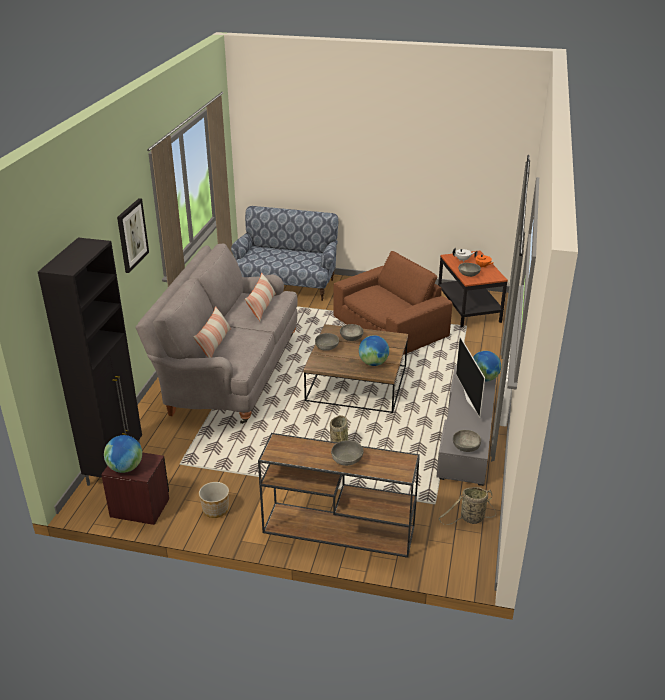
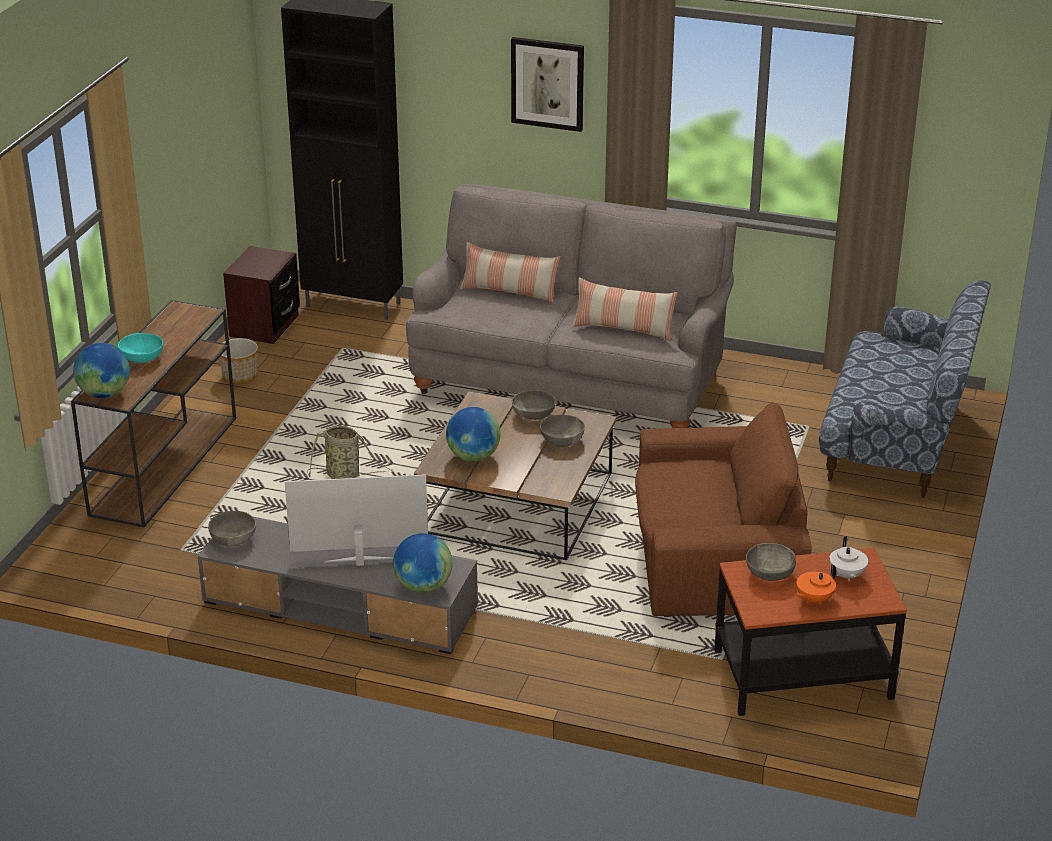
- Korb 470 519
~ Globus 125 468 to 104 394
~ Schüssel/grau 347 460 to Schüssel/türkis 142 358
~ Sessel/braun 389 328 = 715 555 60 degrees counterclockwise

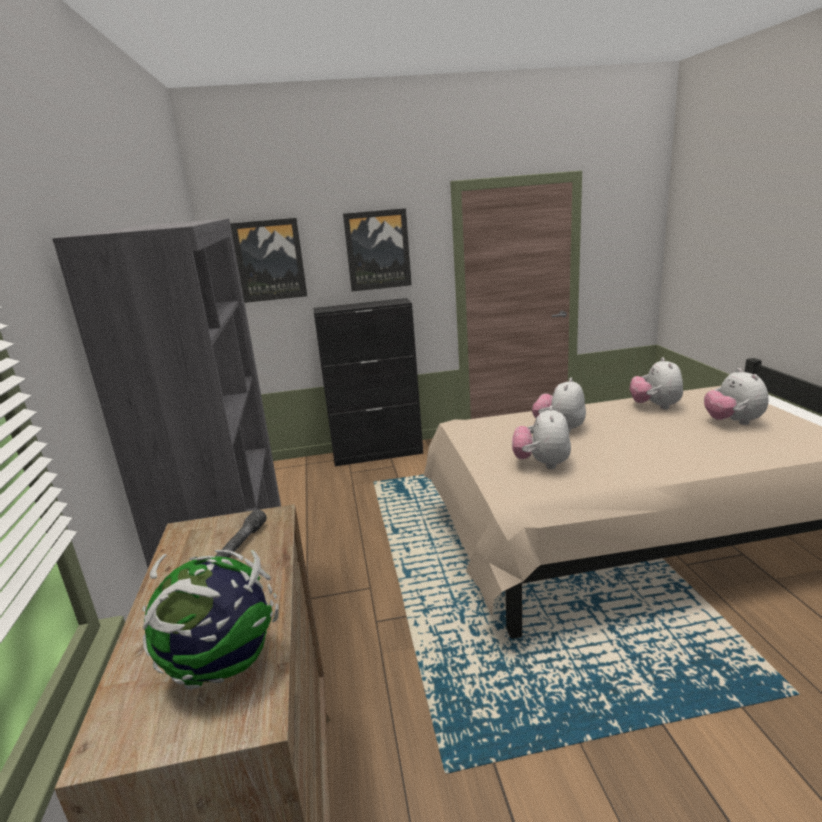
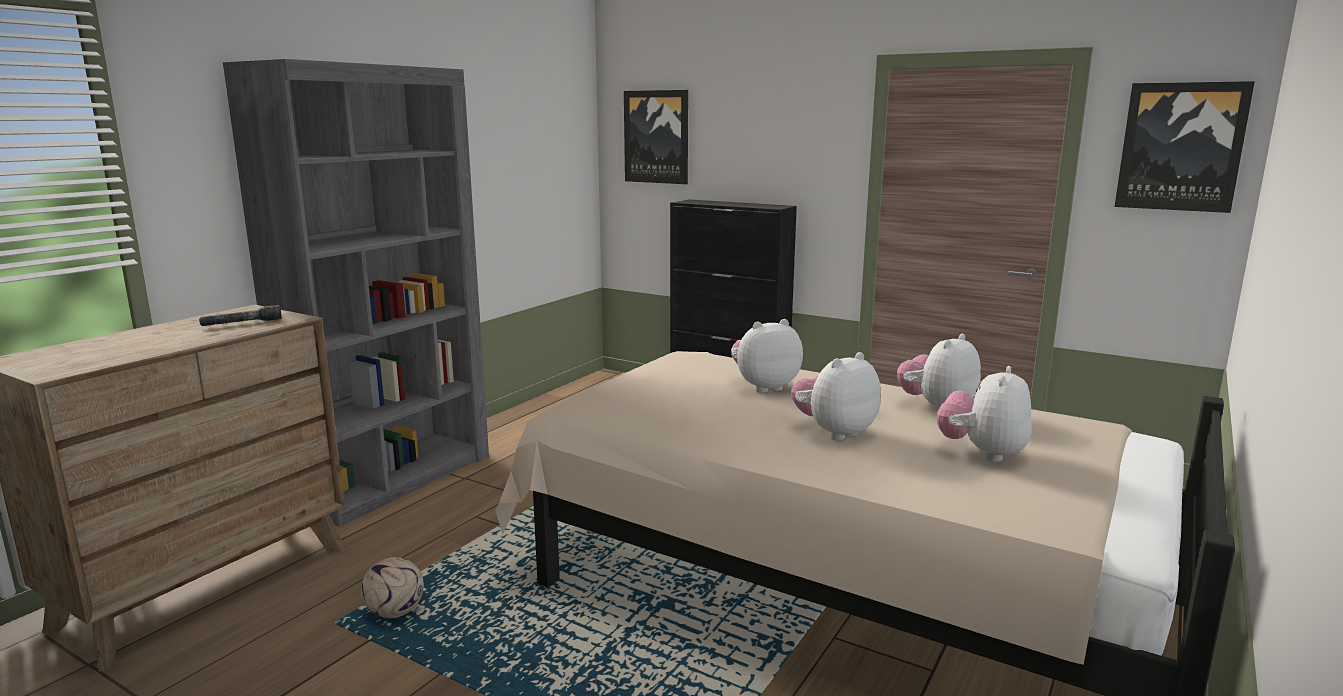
- Globus 223 666
+ Fußball 395 612
~ Bild 377 250 to 1181 147
~ Plüschtier 542 464 to 834 432

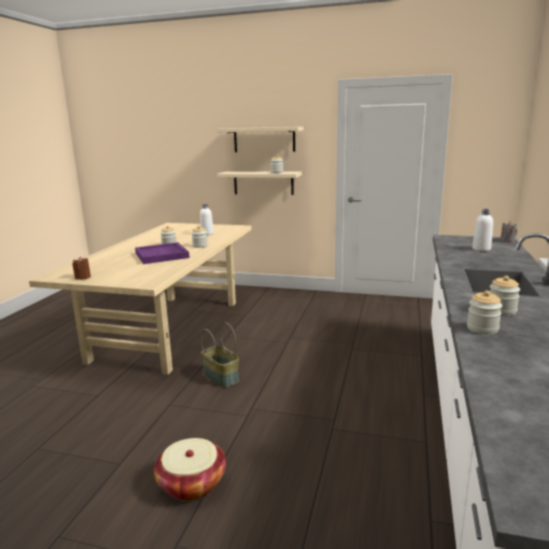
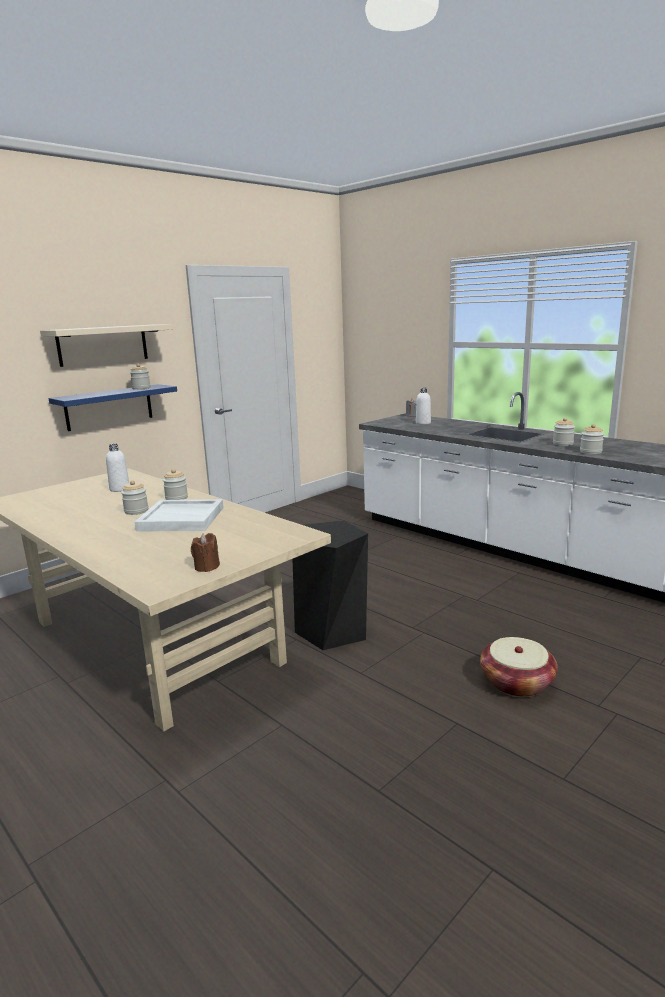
~ Korb 221 377 to Hocker/schwarz 332 630
~ Tablett/lila 162 255 to Tablett/weiß 182 518
~ Wandregal/beige 263 183 to Wandregal/blau 109 407

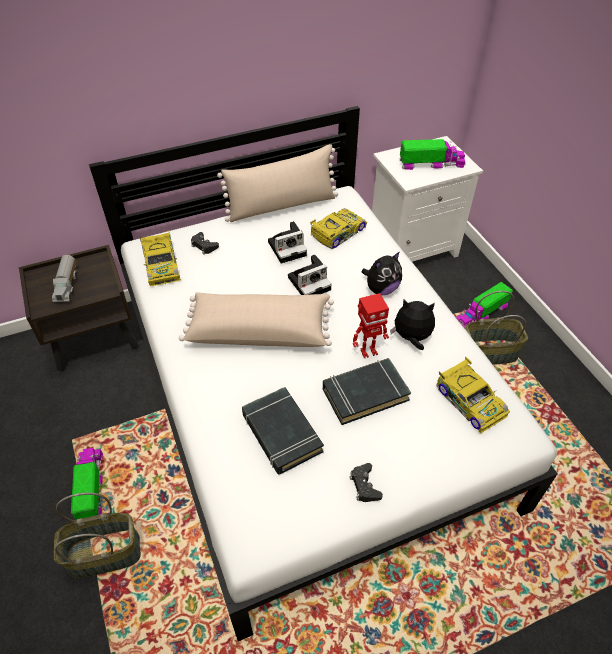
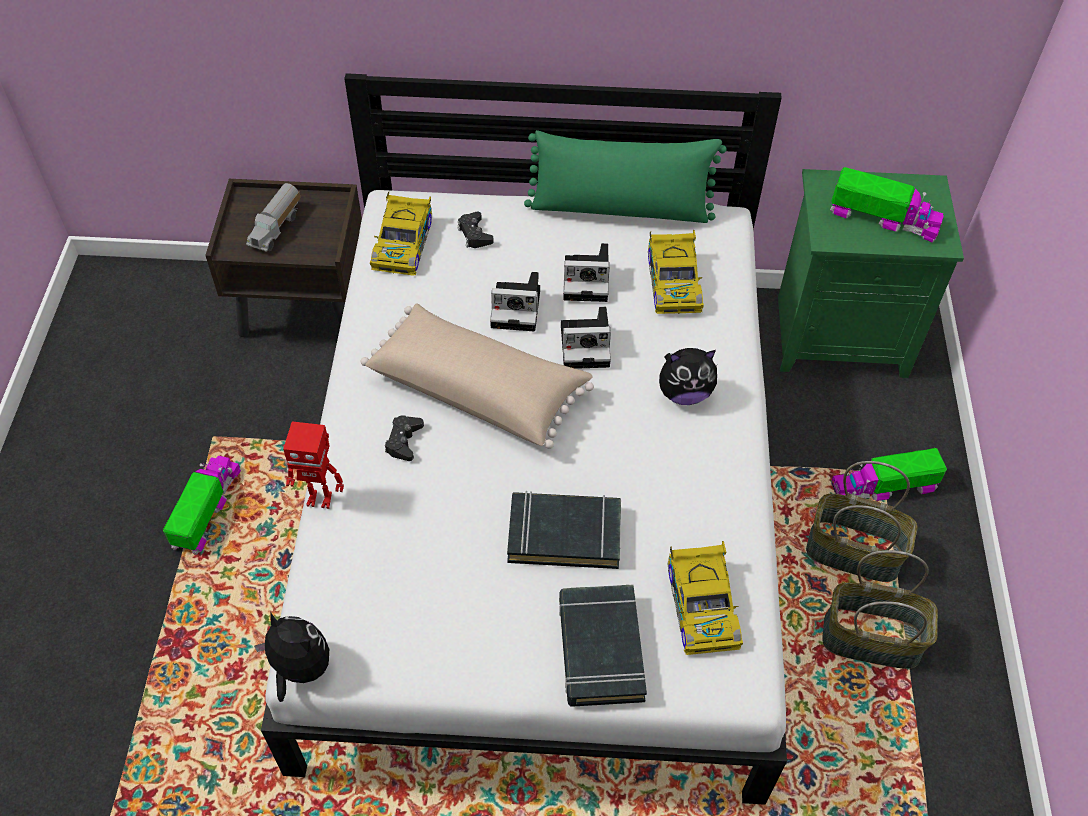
+ Kamera 518 308
~ Korb 105 553 to 872 638
~ Buch/schwarz 281 433 to 600 649
~ Gamepad/schwarz 364 485 to 404 441
~ Spielzeugroboter 368 351 to 320 498
~ Plüschtier 411 338 to 299 668
~ Kissen/beige 282 206 to Kissen/grün 620 208
~ Nachttisch/weiß 412 247 to Nachttisch/grün 842 335
~ Spielzeugauto 337 232 = 674 281 105 degrees clockwise

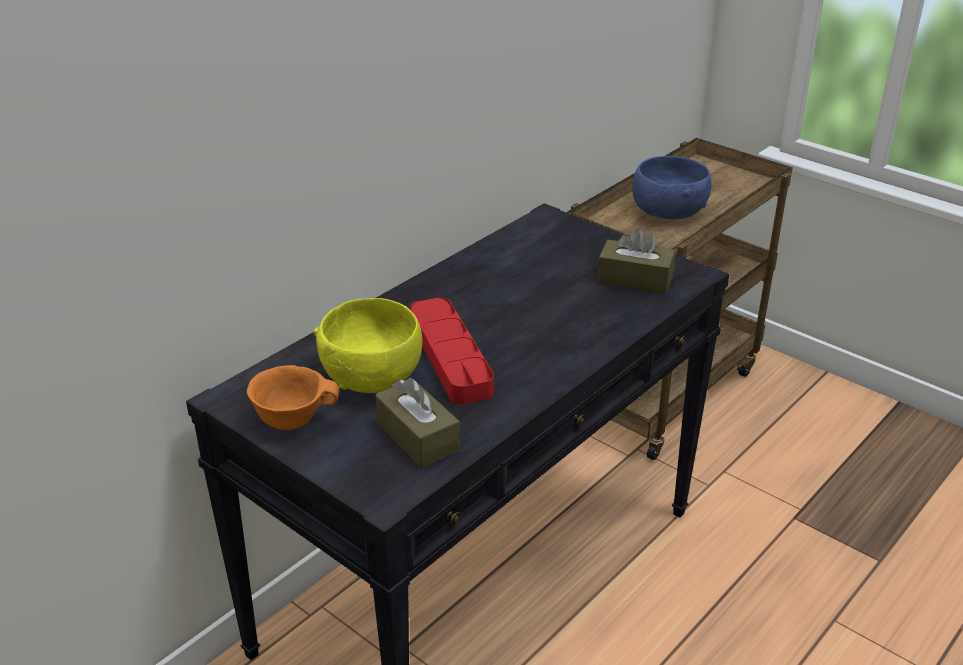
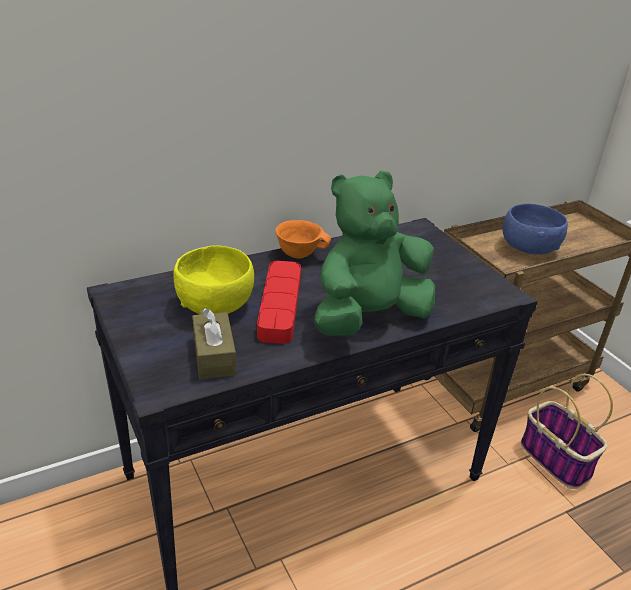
- Taschentuchbox/braun 635 279
+ Plüschtier/grün 368 318
+ Korb 557 459
~ Schüssel/orange 292 420 to 299 254

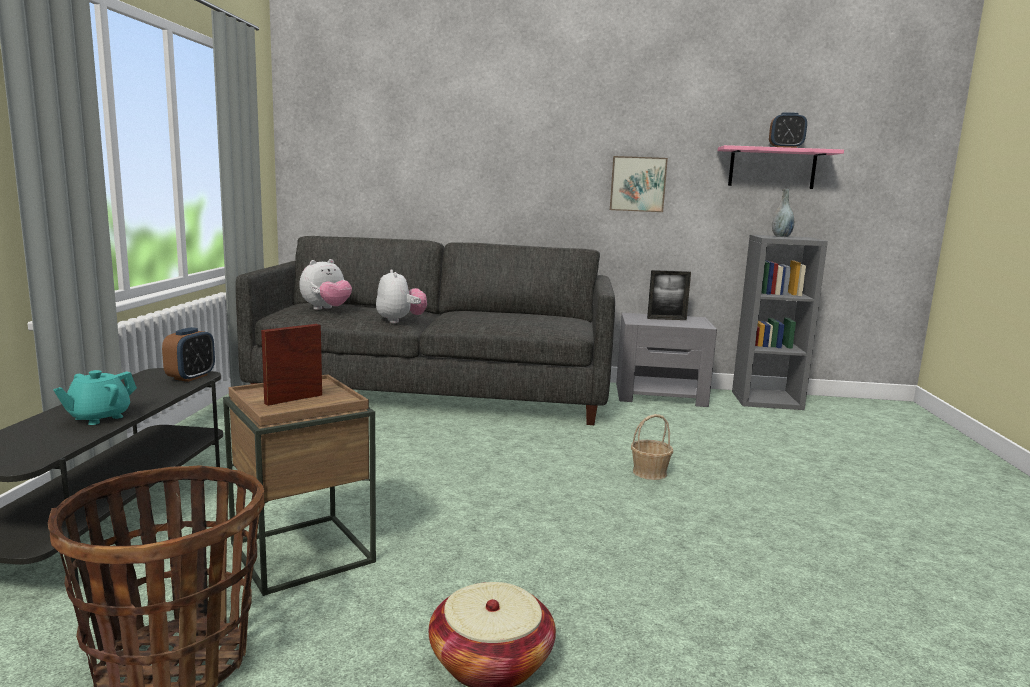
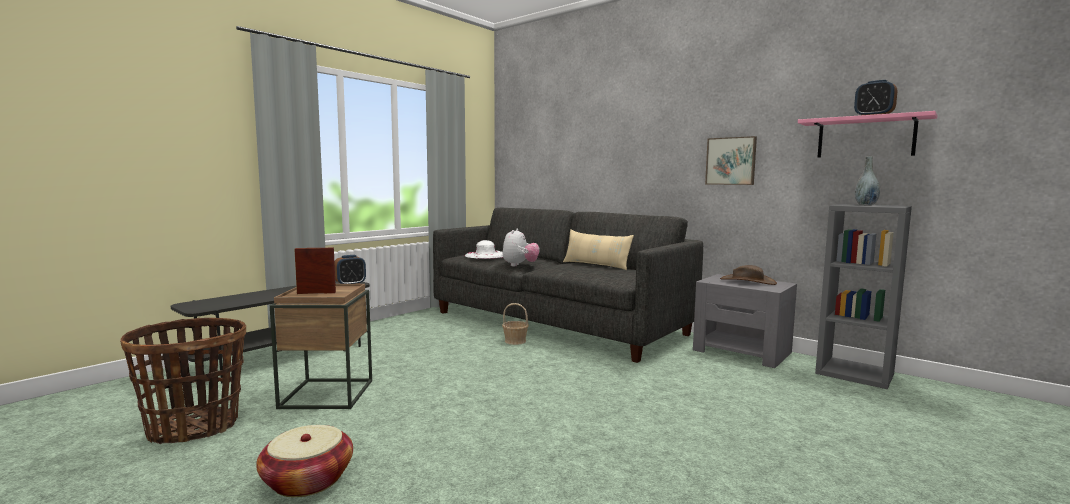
- Teekanne/türkis 98 417
+ Kissen/beige 596 265
~ Korb 650 473 to 515 341
~ Plüschtier 326 309 to Hut/weiß 485 255
~ Bilderrahmen 666 319 to Hut/braun 747 281

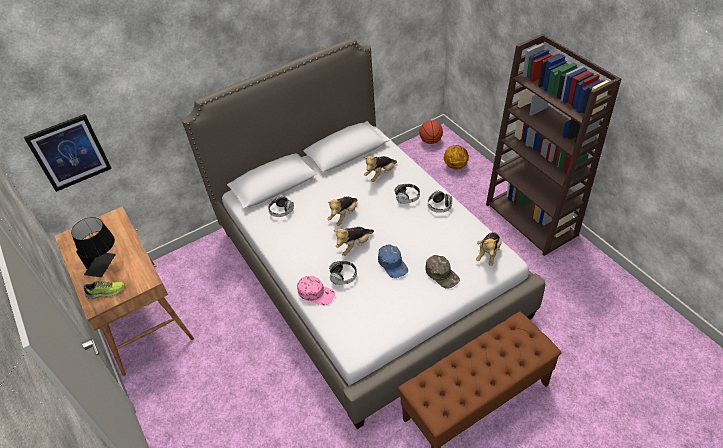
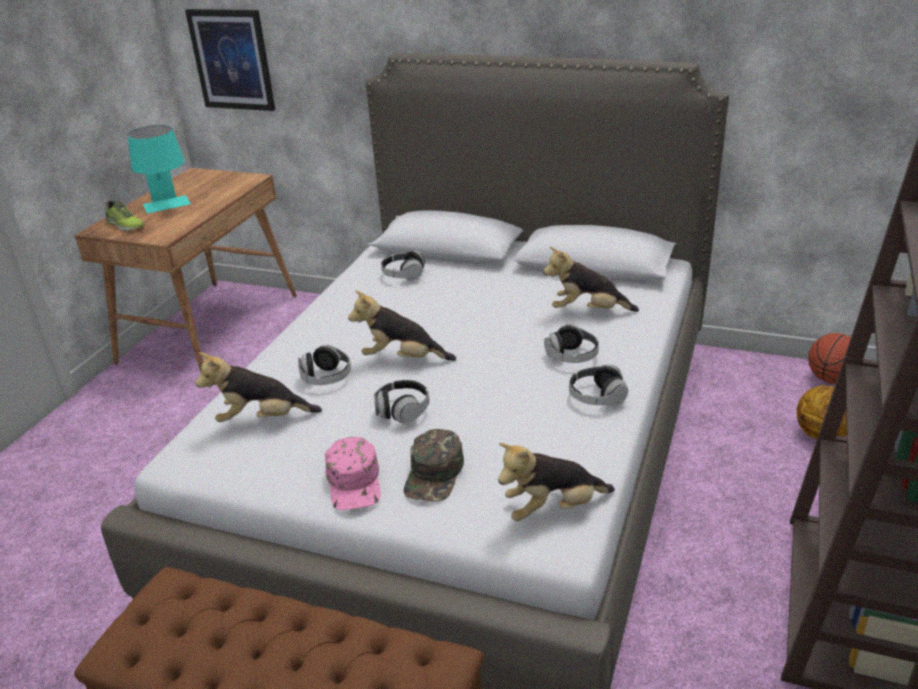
~ Kappe/rosa 316 293 to 355 482
~ Plüschtier 344 216 to 262 419
~ Kappe/blau 393 264 to Kopfhörer 402 411
~ Tischlampe/schwarz 106 265 to Tischlampe/türkis 168 207

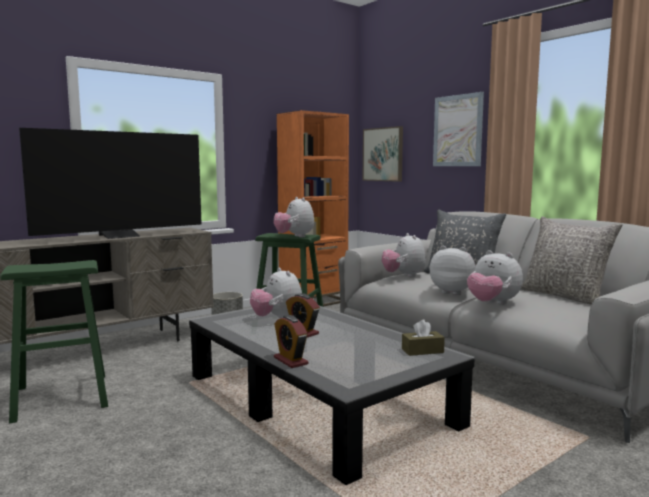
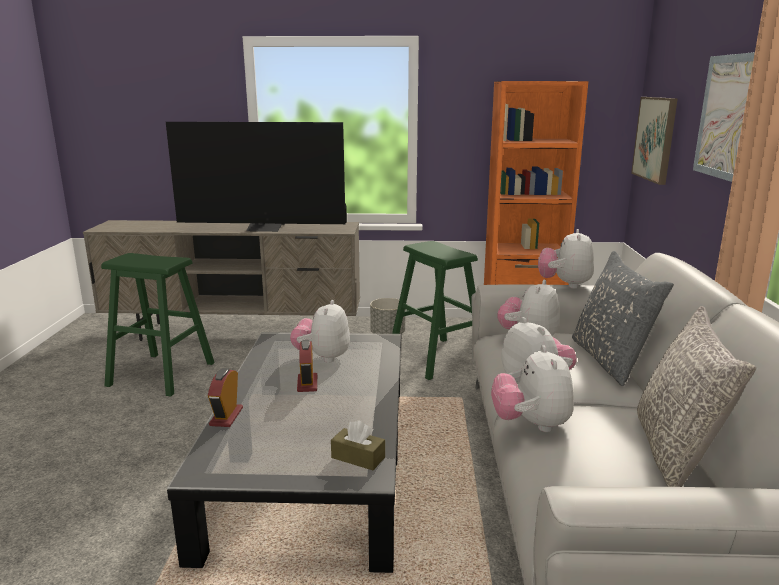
~ Plüschtier 294 236 to 564 284

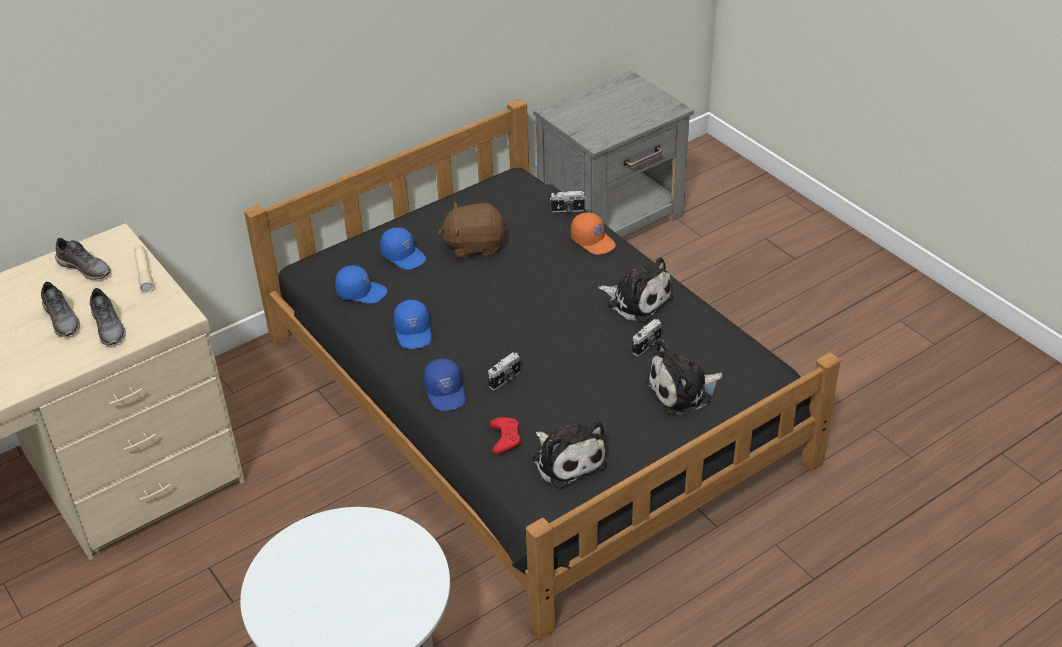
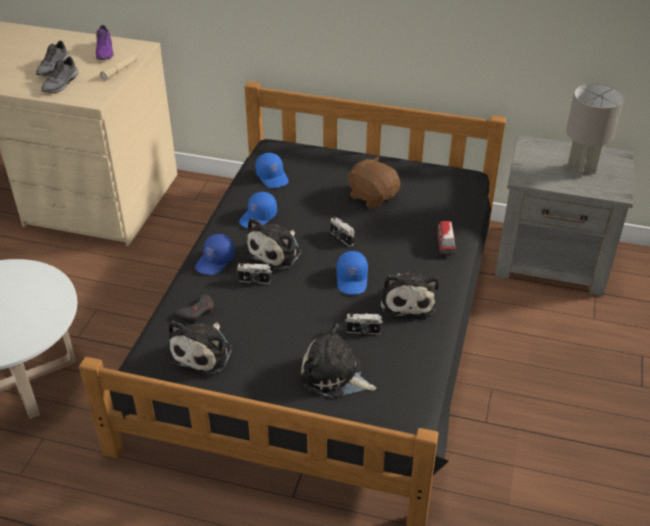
+ Plüschtier 276 252
+ Tischlampe/grau 581 169
~ Kappe/blau 404 256 to 352 279
~ Kamera 567 210 to 341 238
~ Kappe/orange 593 241 to Spielzeugauto 446 245
~ Schuh/grau 85 268 to Schuh/lila 105 51
~ Gamepad/rot 505 438 to Gamepad/grau 197 311

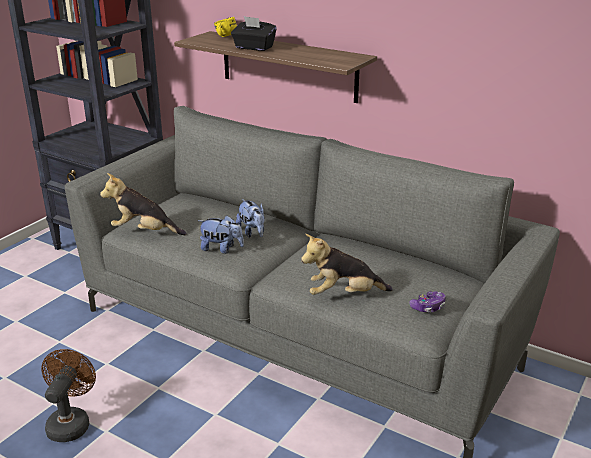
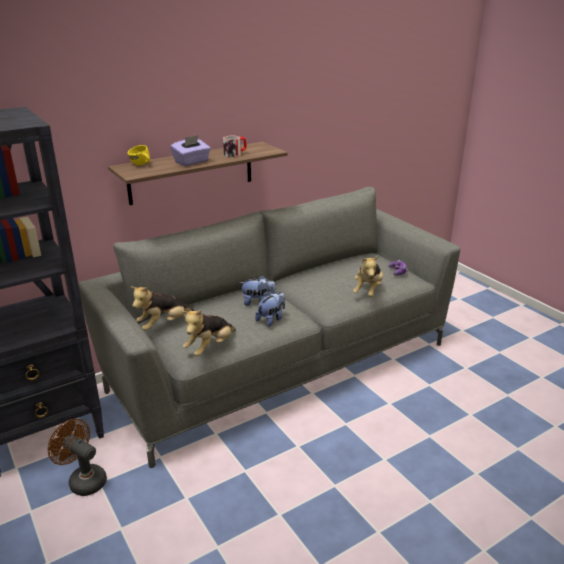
+ Plüschtier 163 324
+ Henkelbecher 235 154
~ Ventilator/braun 70 422 to 83 480
~ Taschentuchbox/schwarz 254 48 to Taschentuchbox/lila 192 162

